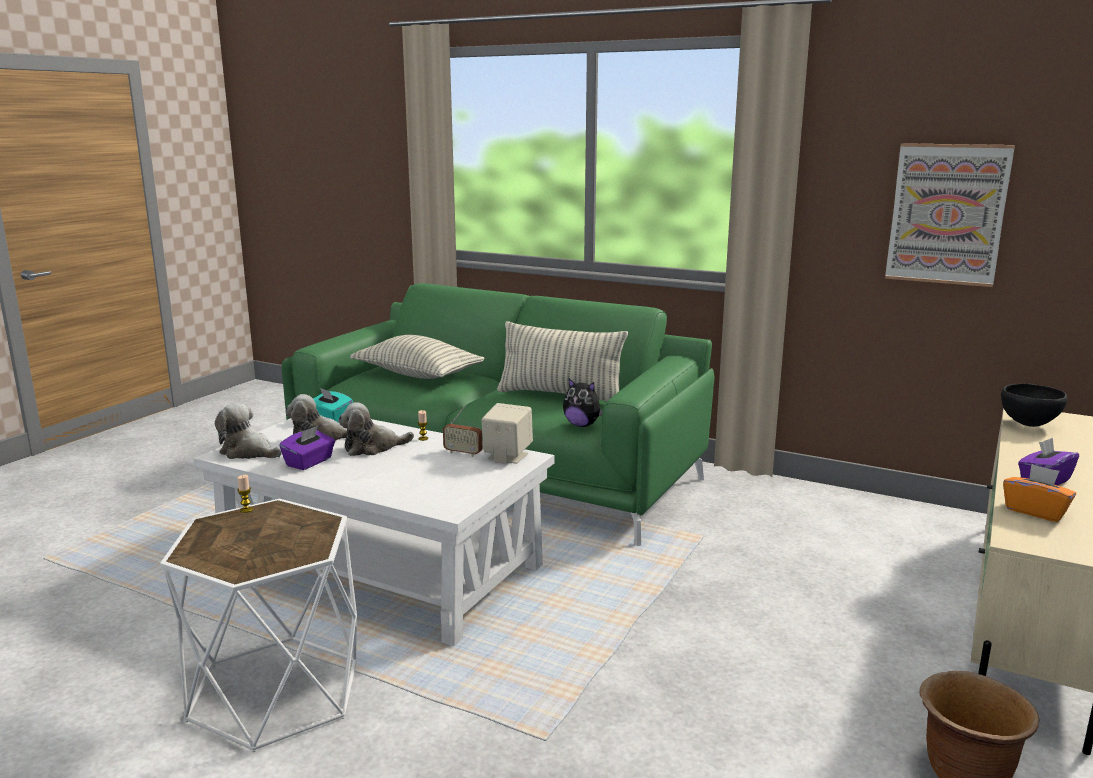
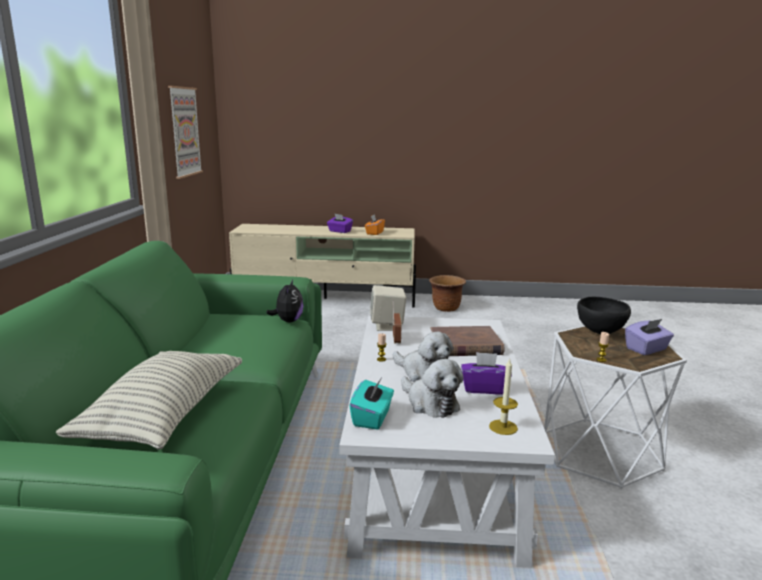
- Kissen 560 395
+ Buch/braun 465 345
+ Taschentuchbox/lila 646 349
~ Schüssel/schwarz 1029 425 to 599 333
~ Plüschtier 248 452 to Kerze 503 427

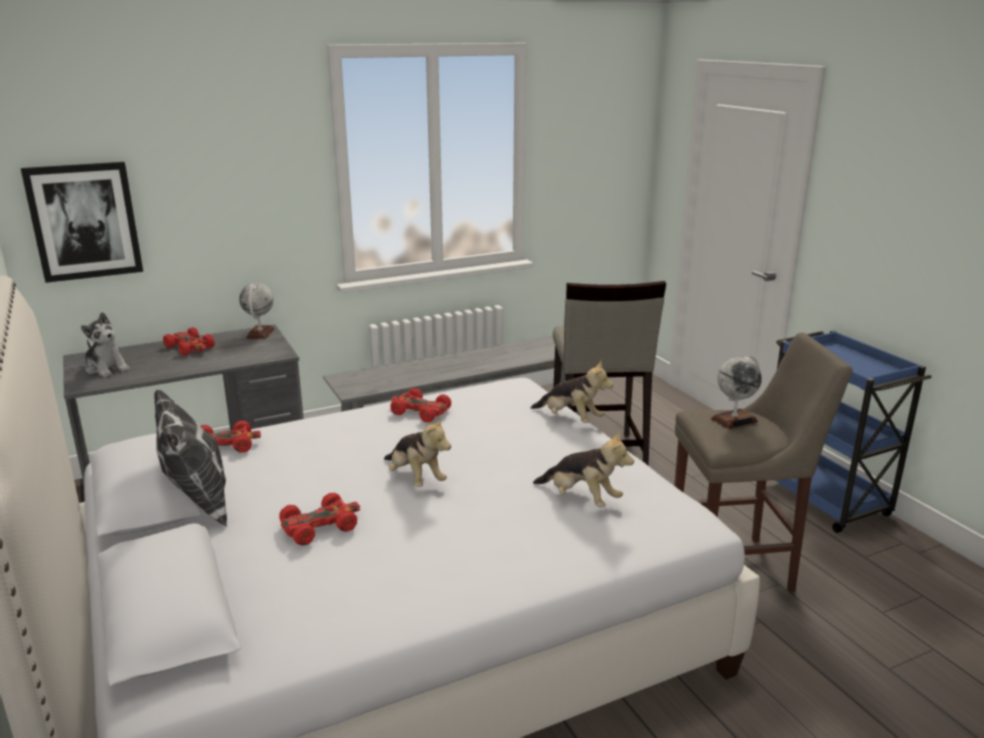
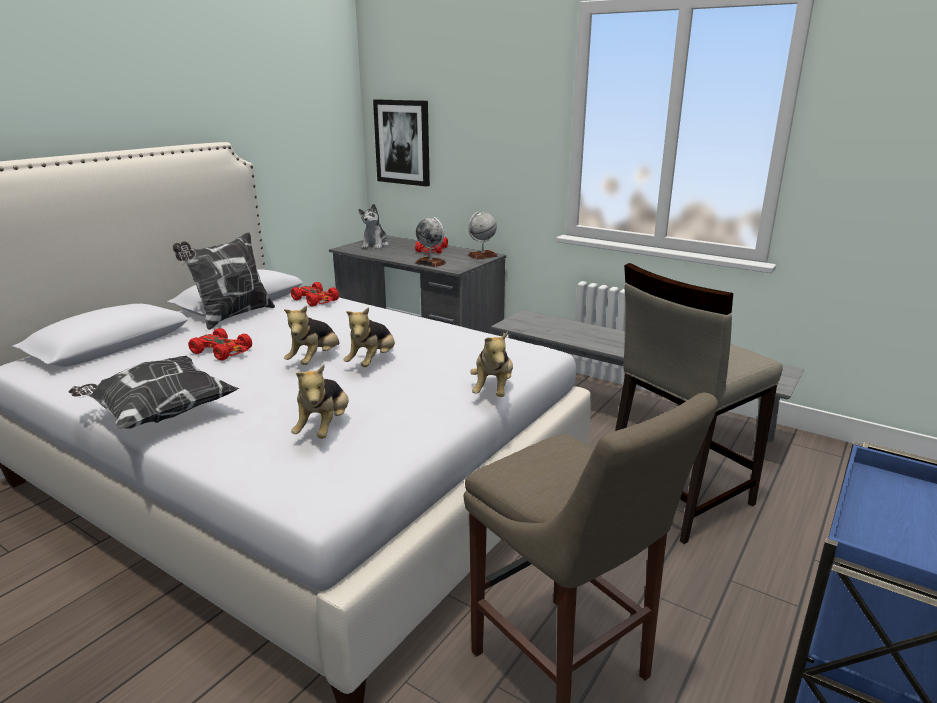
- Spielzeugauto/rot 420 412
+ Kissen 158 415
+ Plüschtier 372 362
~ Globus 734 420 to 430 263

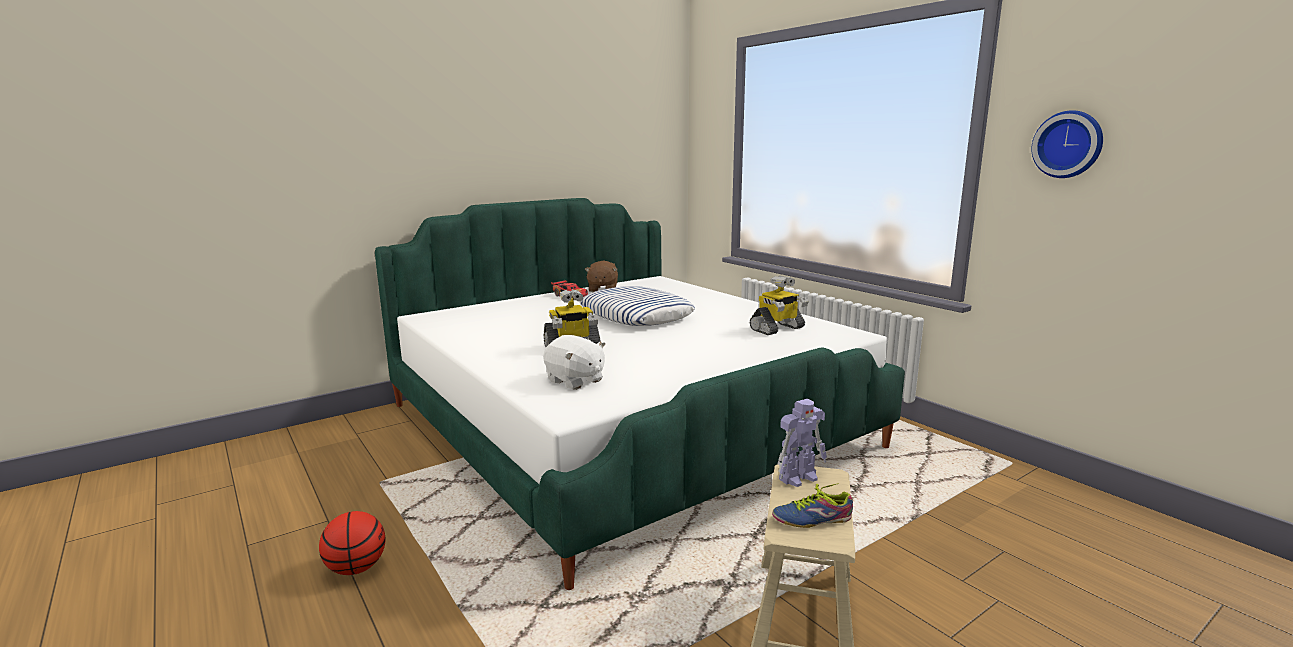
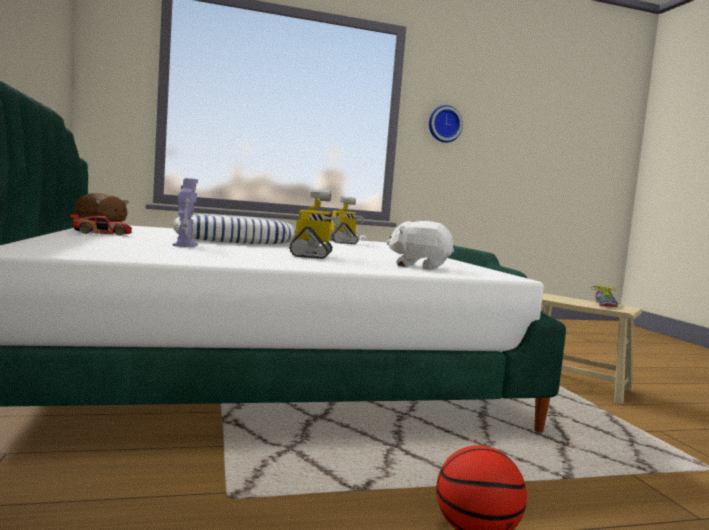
~ Spielzeugroboter 799 477 to 185 245
~ Plüschtier/weiß 575 381 = 419 266 135 degrees counterclockwise

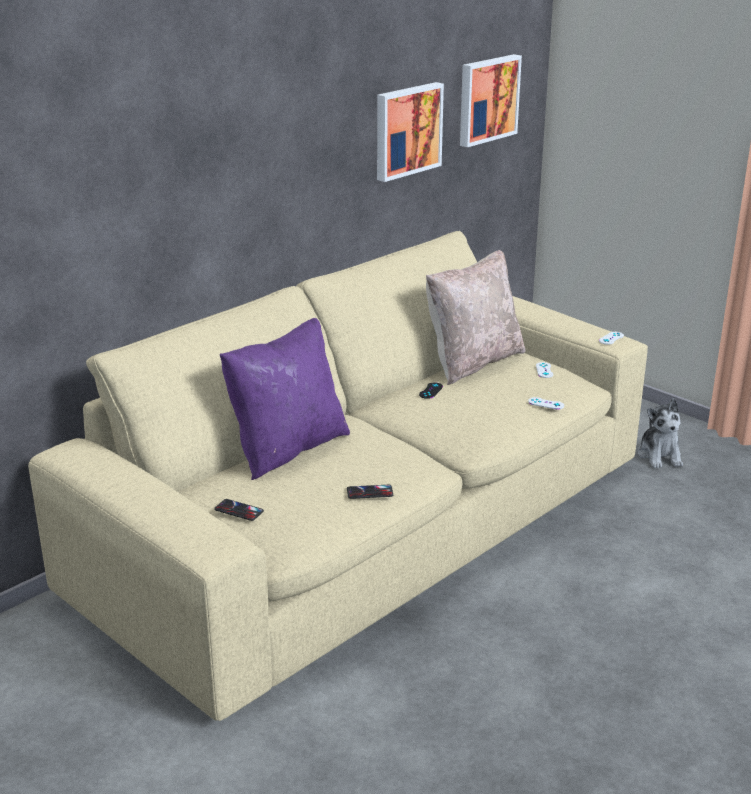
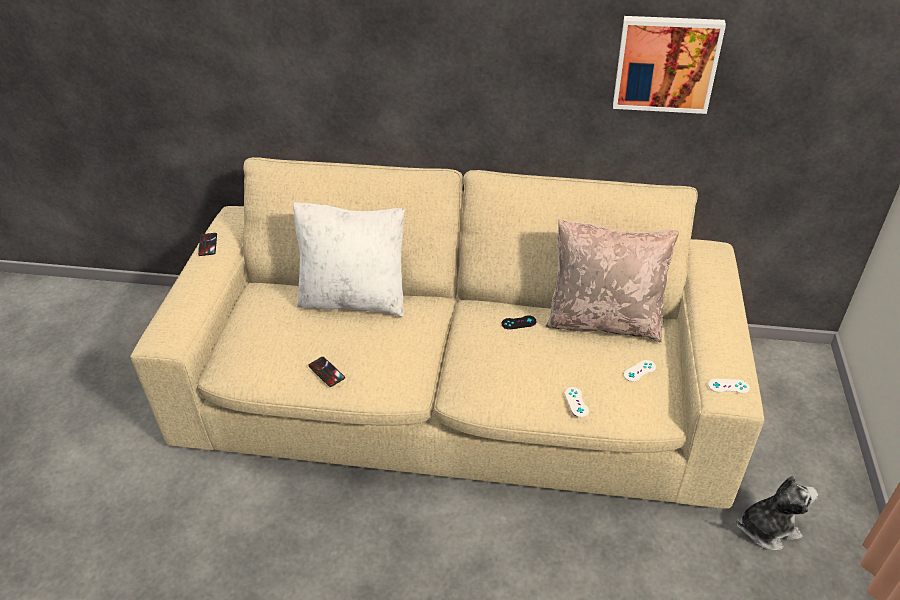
- Bild 487 99
~ Handy 238 510 to 207 244
~ Kissen/lila 287 449 to Kissen/weiß 354 299
~ Plüschtier 659 456 = 767 528 150 degrees counterclockwise

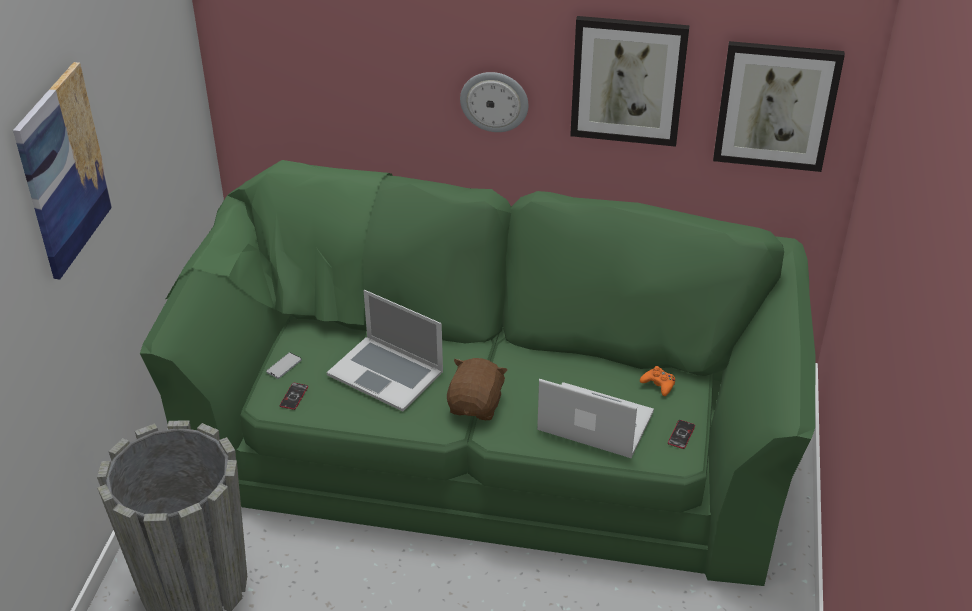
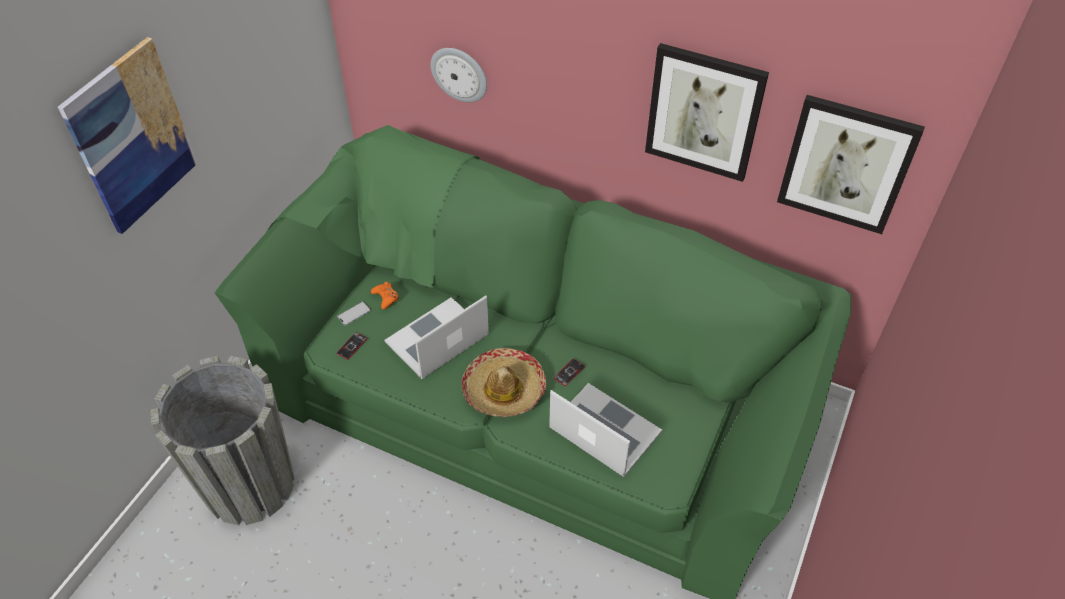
~ Wanduhr 494 101 to 459 74
~ Gamepad/orange 658 384 to 386 298
~ Handy 681 435 to 569 372
~ Plüschtier/braun 476 405 to Hut 504 389
~ Laptop 386 373 = 437 338 90 degrees clockwise

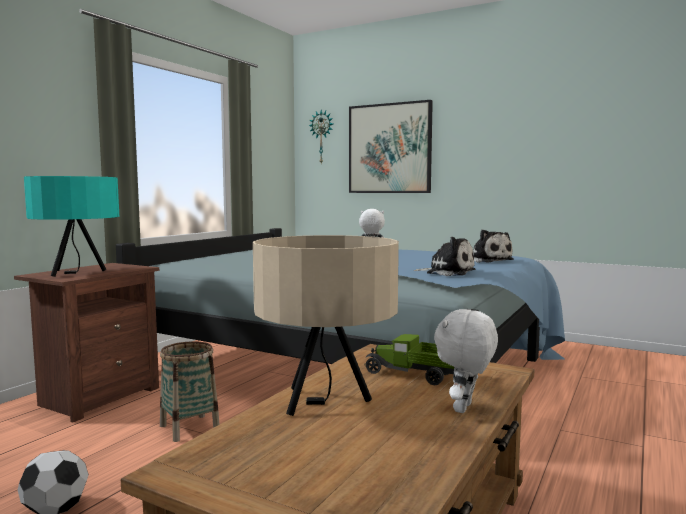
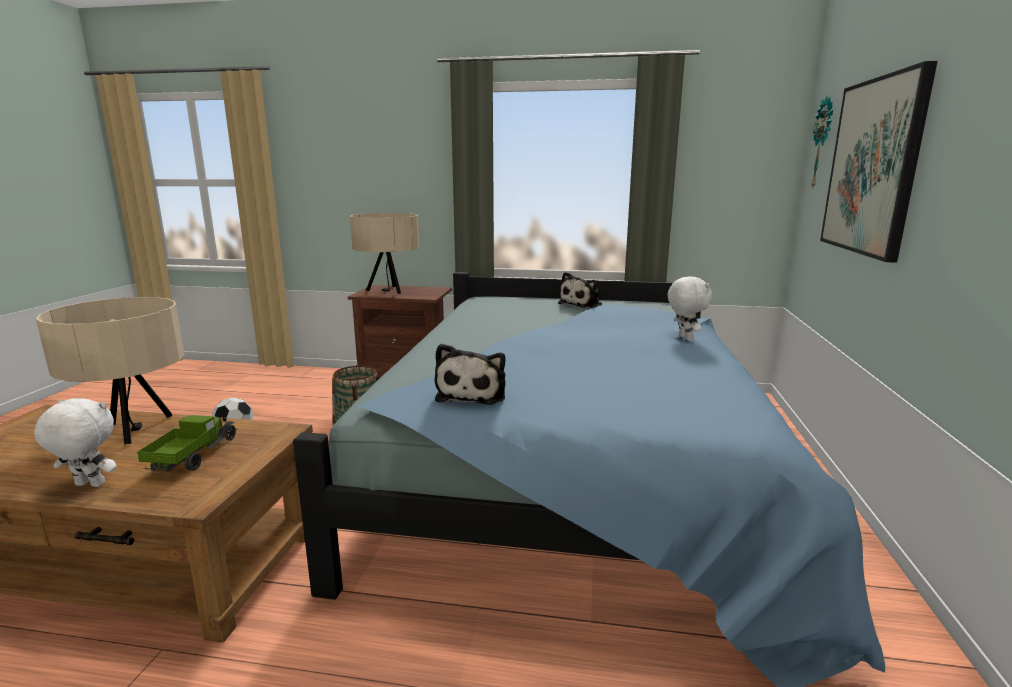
~ Plüschtier 488 260 to 582 304
~ Tischlampe/türkis 77 273 to Tischlampe/beige 388 291

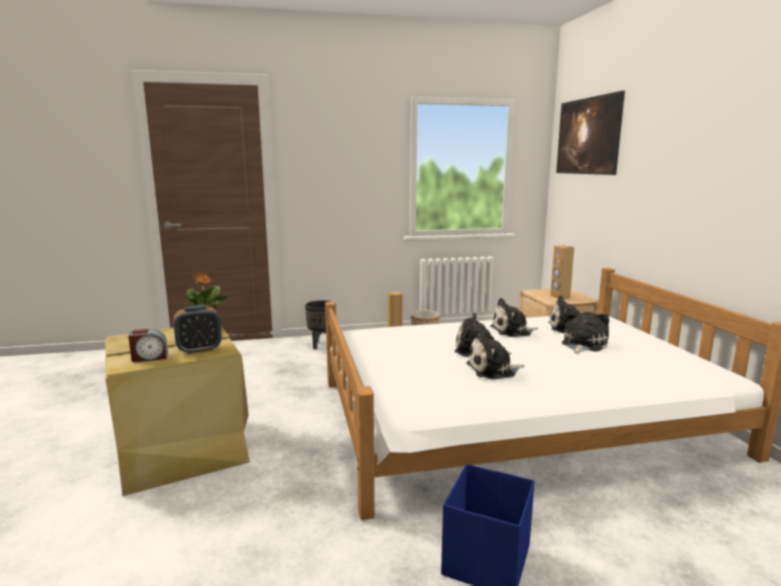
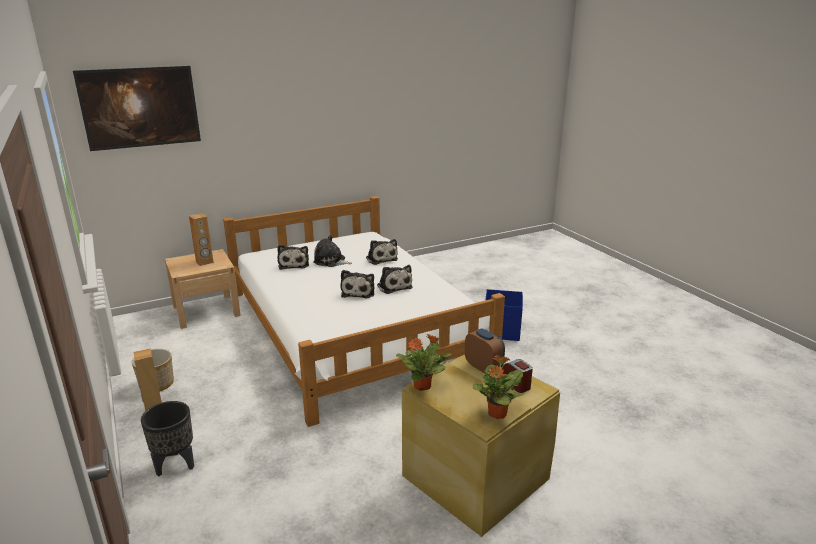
+ Topfpflanze 497 414
~ Plüschtier 512 331 to 381 258

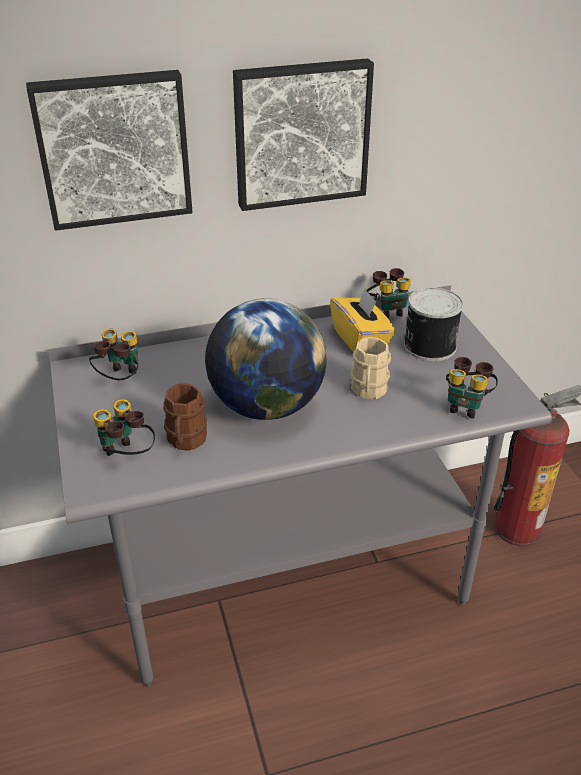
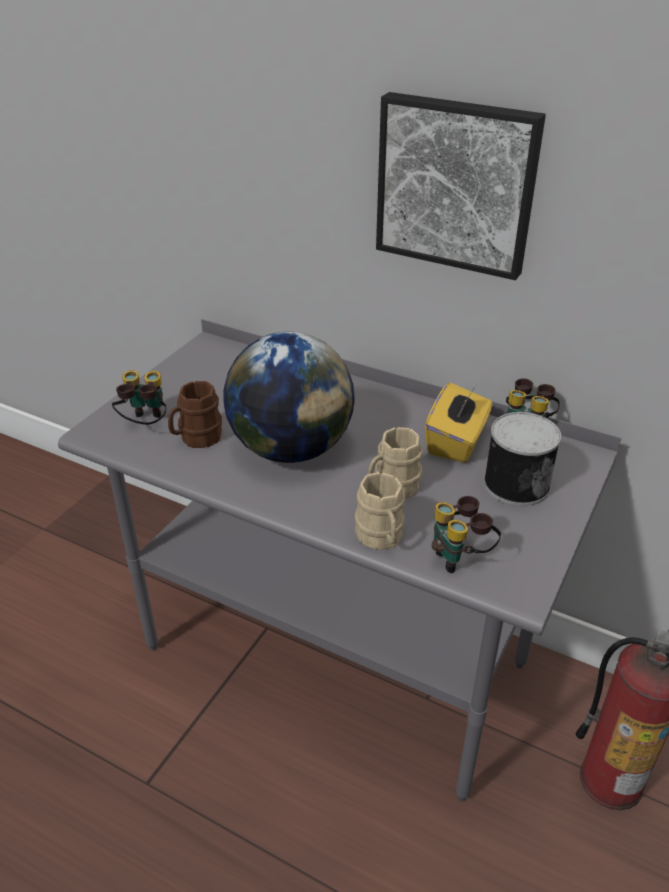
- Bild 113 149
- Fernglas 120 379
+ Henkelbecher/beige 381 538

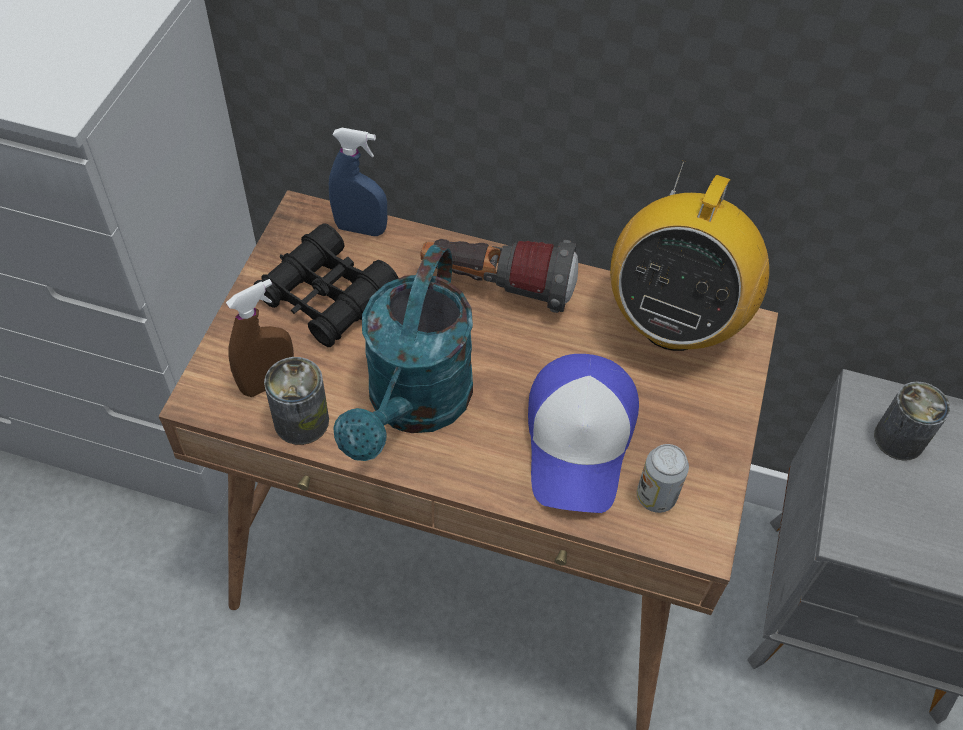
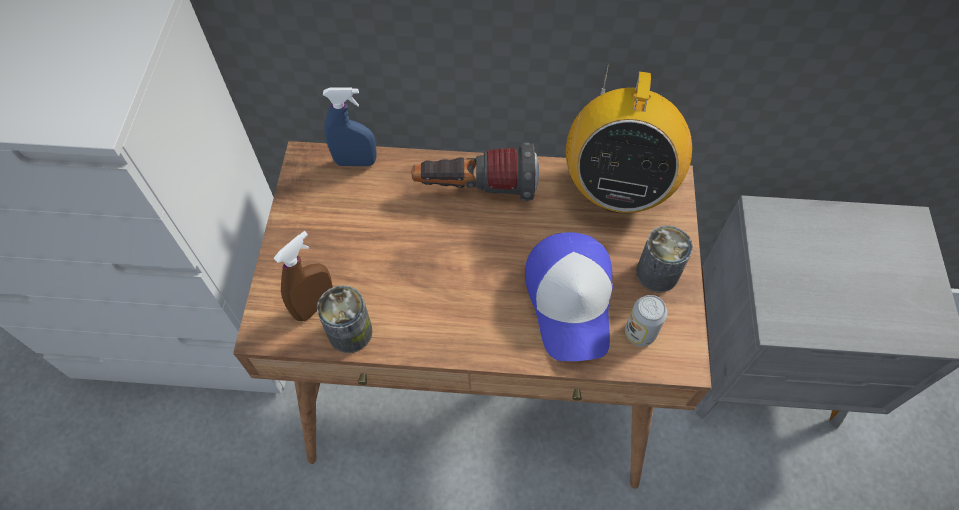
- Fernglas/schwarz 327 297
- Gießkanne/türkis 413 406
~ Dose 899 439 to 657 273

